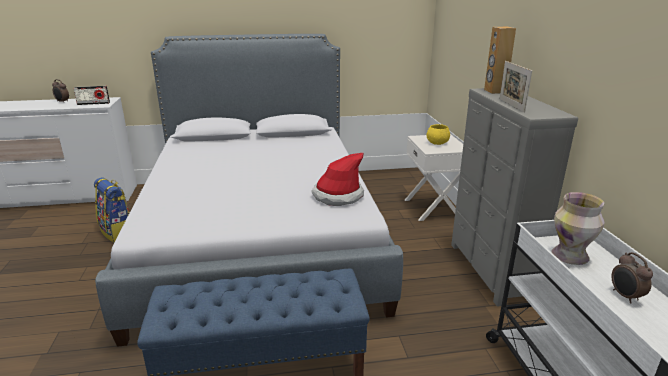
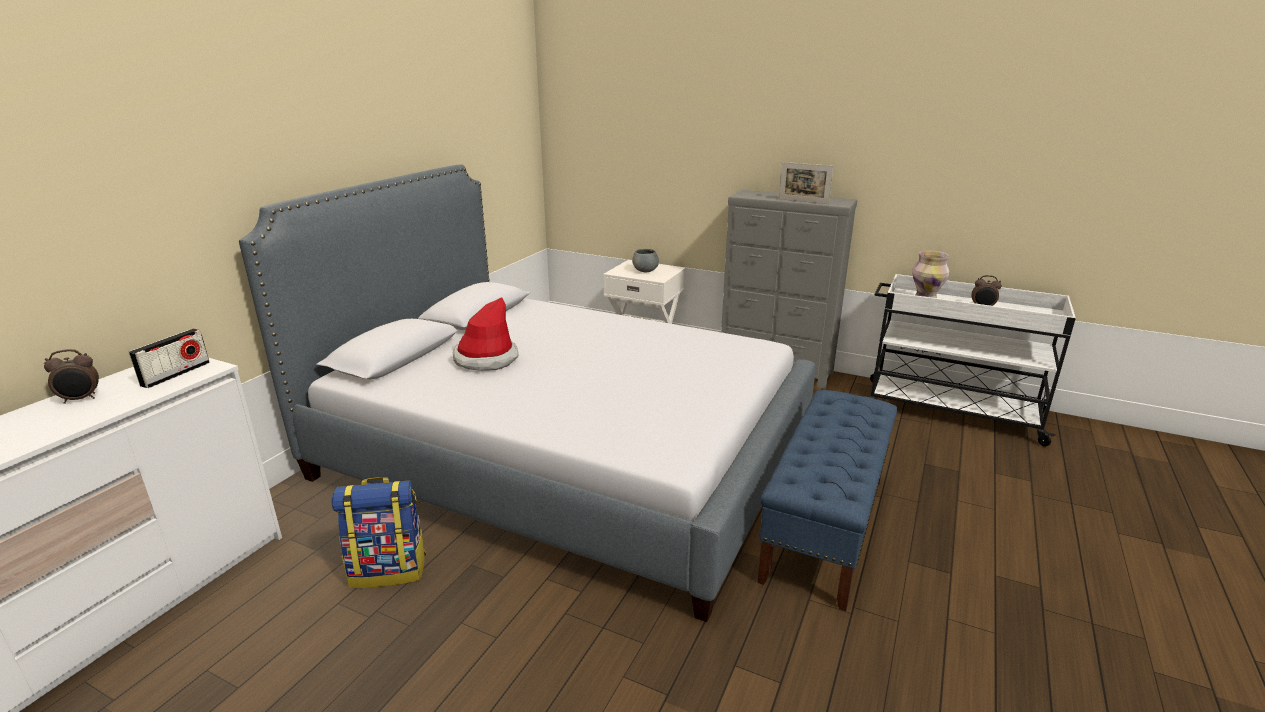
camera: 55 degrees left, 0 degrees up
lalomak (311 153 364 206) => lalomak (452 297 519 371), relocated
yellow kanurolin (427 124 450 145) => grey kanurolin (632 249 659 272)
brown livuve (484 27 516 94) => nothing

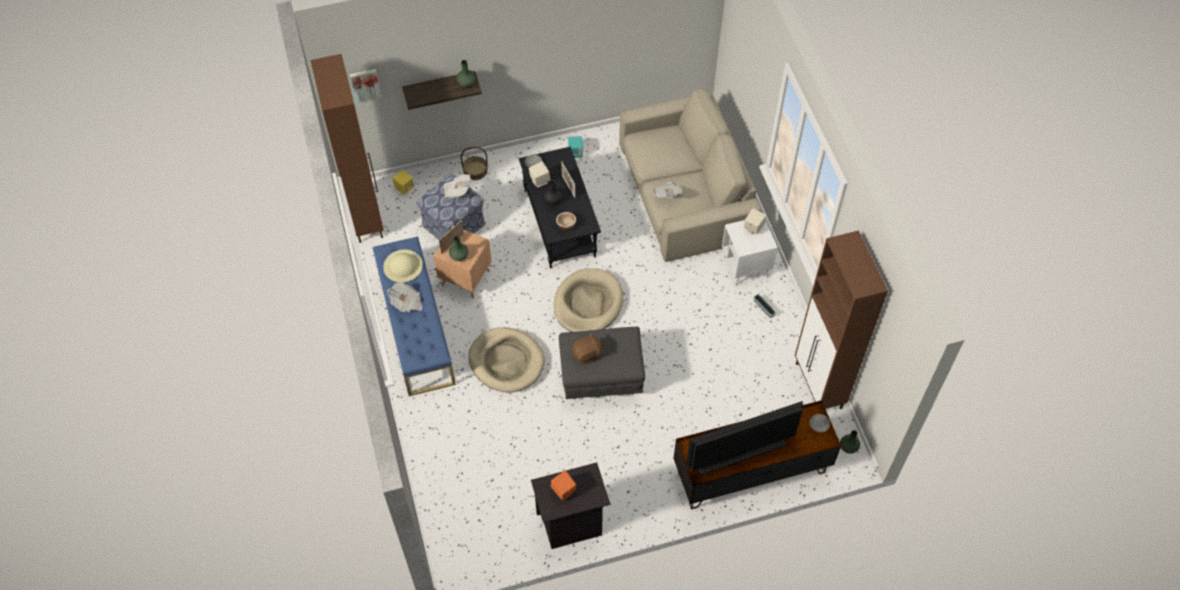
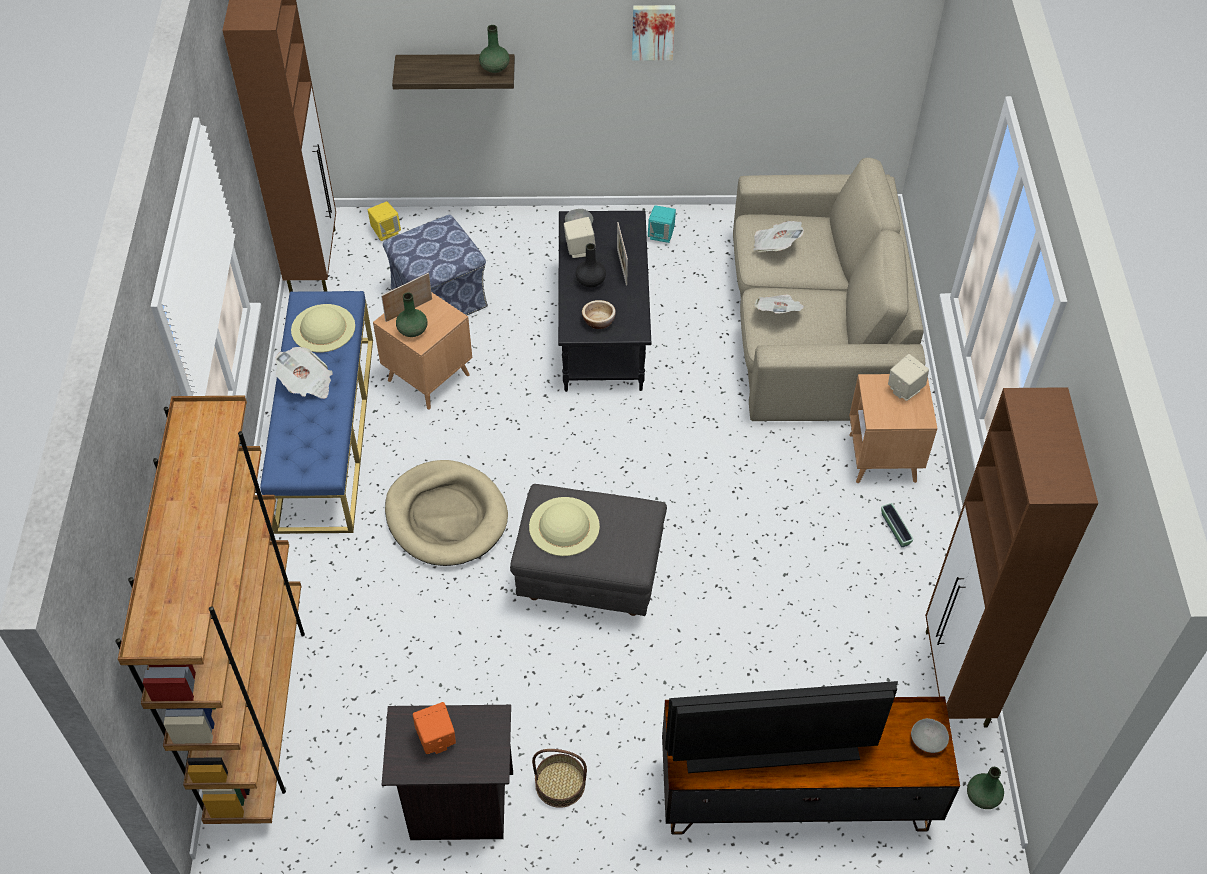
camera: 15 degrees right, 5 degrees down
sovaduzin (350 69 382 103) => sovaduzin (632 5 675 61), relocated
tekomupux (443 174 472 198) => tekomupux (753 221 804 251), relocated
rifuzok (461 147 488 180) => rifuzok (532 749 587 808), relocated
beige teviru (554 268 624 332) => nothing
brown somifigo (572 334 603 364) => beige lalomak (529 497 600 556)
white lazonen (722 220 778 286) => brown lazonen (849 374 938 483)
nothing => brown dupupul (115 396 305 824)

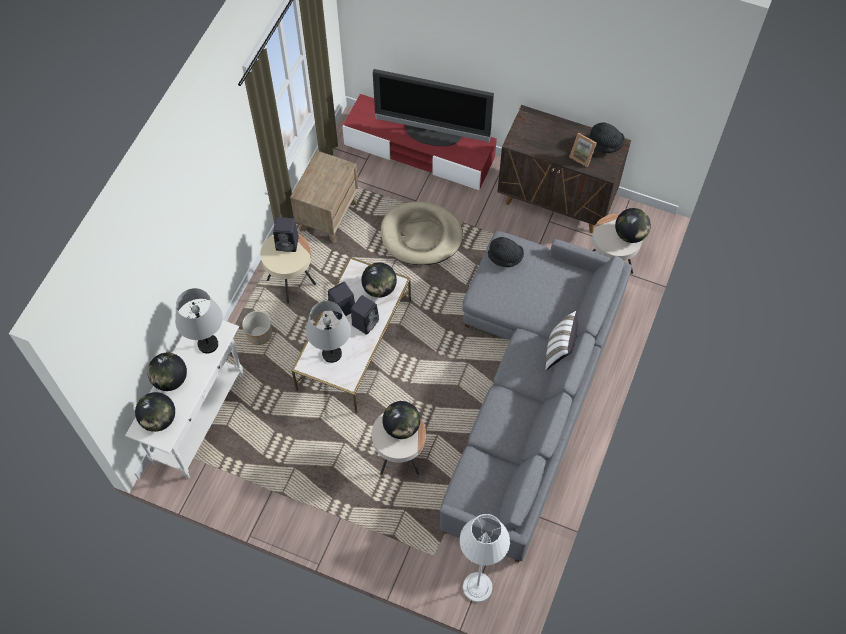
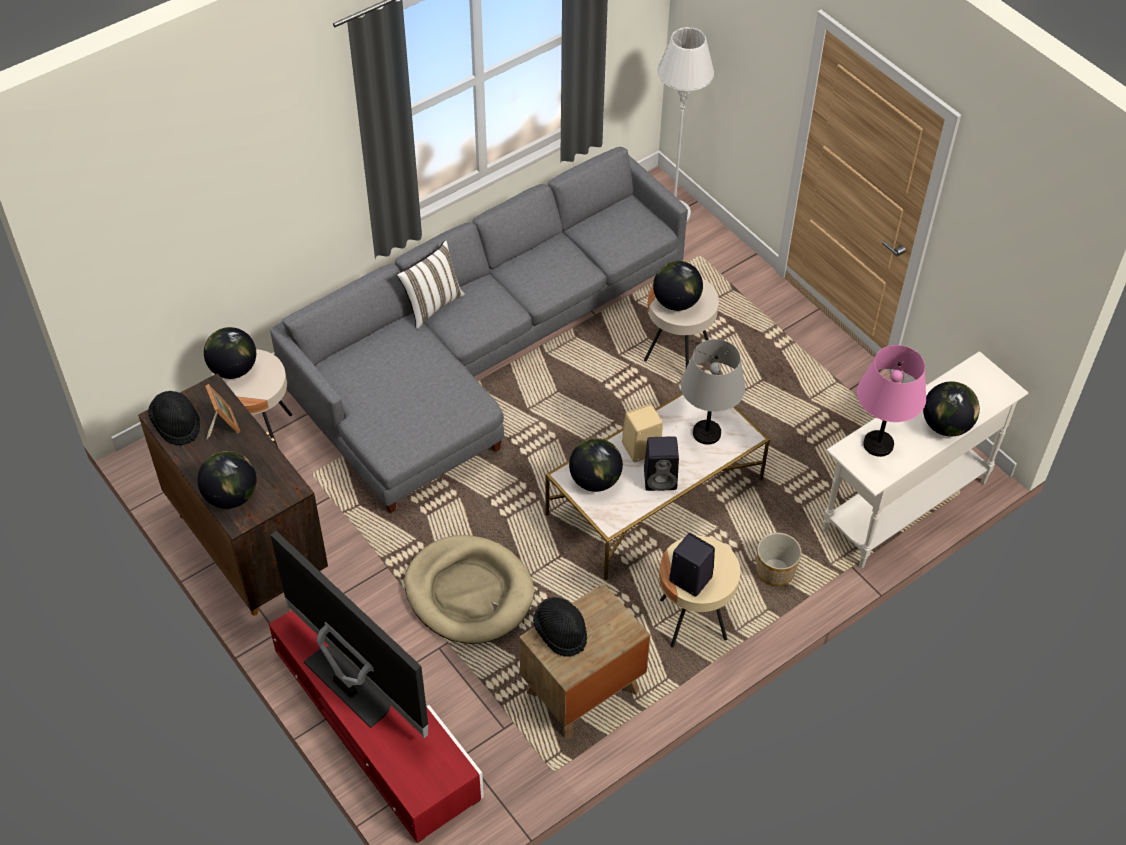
camera: 150 degrees left, 10 degrees down
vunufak (135 392 175 432) => vunufak (197 451 257 509), relocated
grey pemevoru (175 288 223 354) => pink pemevoru (857 345 926 457)
black livuve (351 295 379 335) => beige livuve (622 404 663 462)
black lalomak (488 237 524 267) => black lalomak (533 597 587 657), relocated

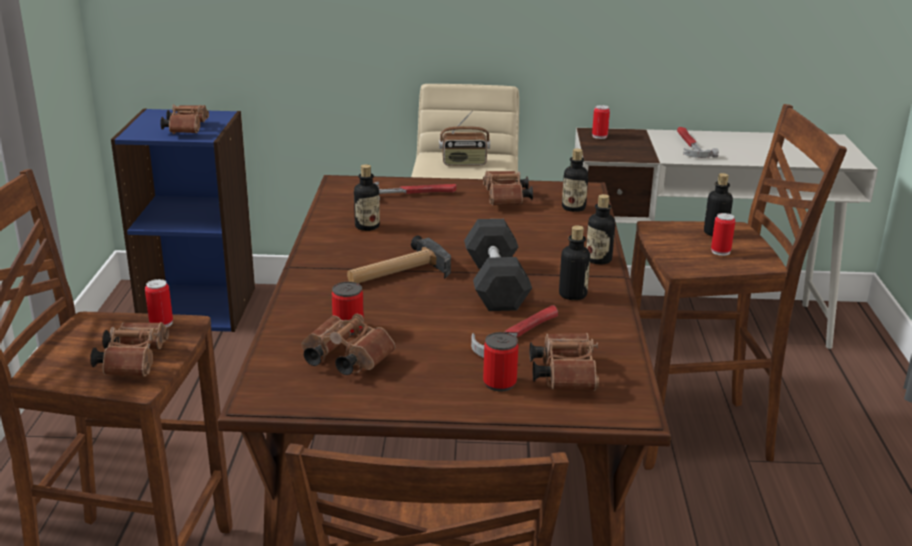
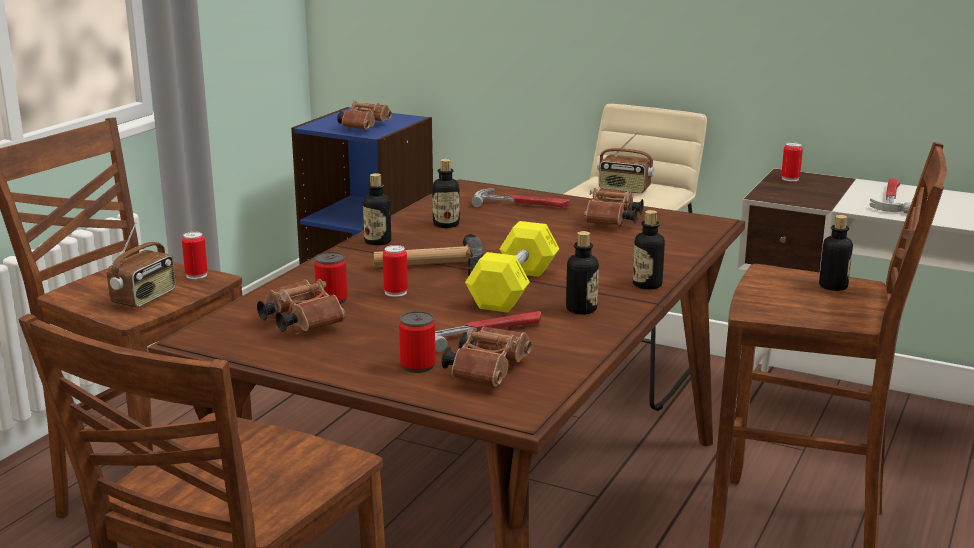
camera: 25 degrees right, 5 degrees down
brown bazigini (90 322 169 377) => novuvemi (107 222 176 308)
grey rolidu (464 219 532 311) => yellow rolidu (465 221 559 313)
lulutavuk (562 149 588 212) => lulutavuk (363 173 391 246), relocated
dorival (711 213 735 256) => dorival (383 245 408 297), relocated

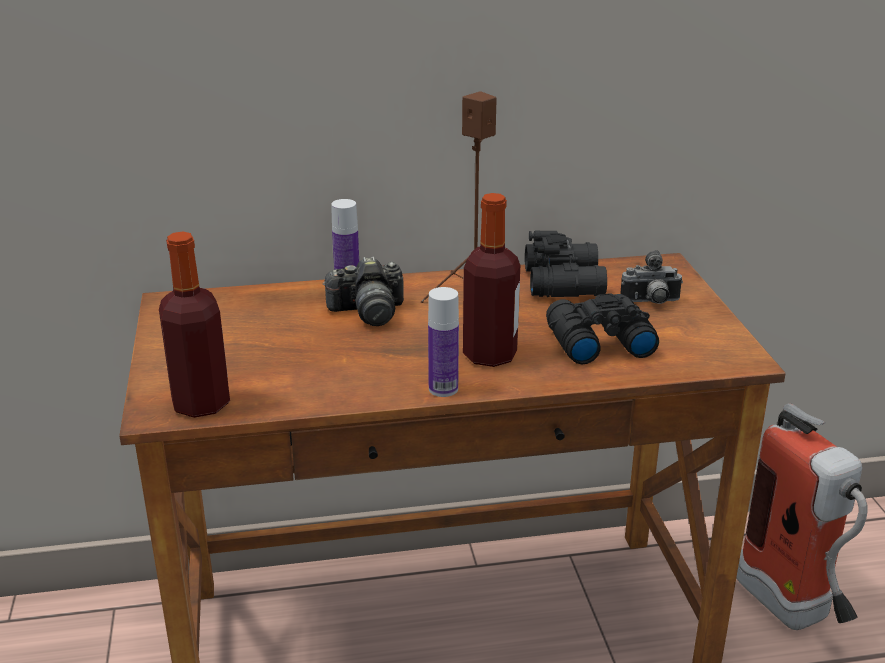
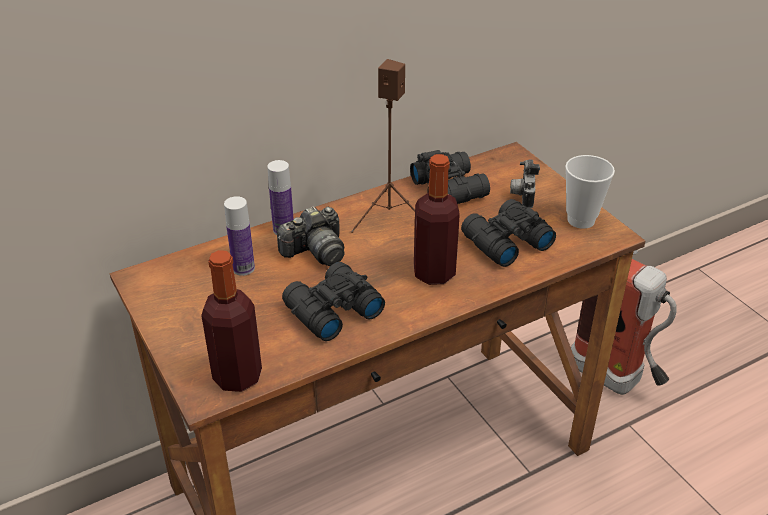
camera: 20 degrees left, 10 degrees up
lulutavuk (428 287 459 397) => lulutavuk (224 196 255 276), relocated
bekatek (620 250 683 304) => bekatek (510 160 540 208), 120 degrees clockwise
nothing => black bazigini (282 262 385 341)
nothing => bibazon (565 155 615 229)

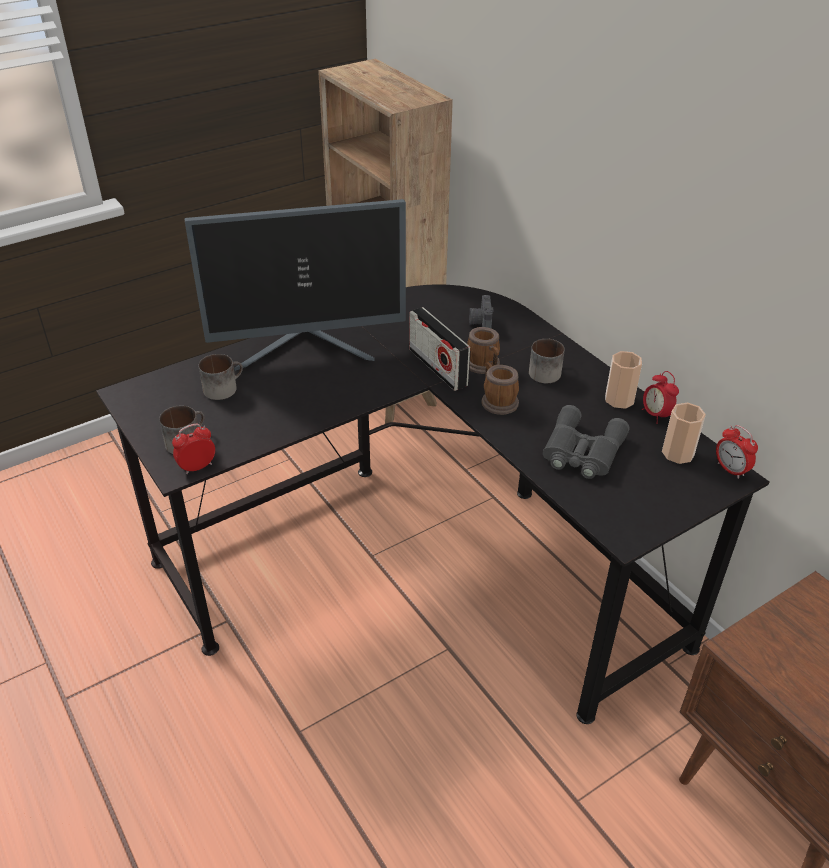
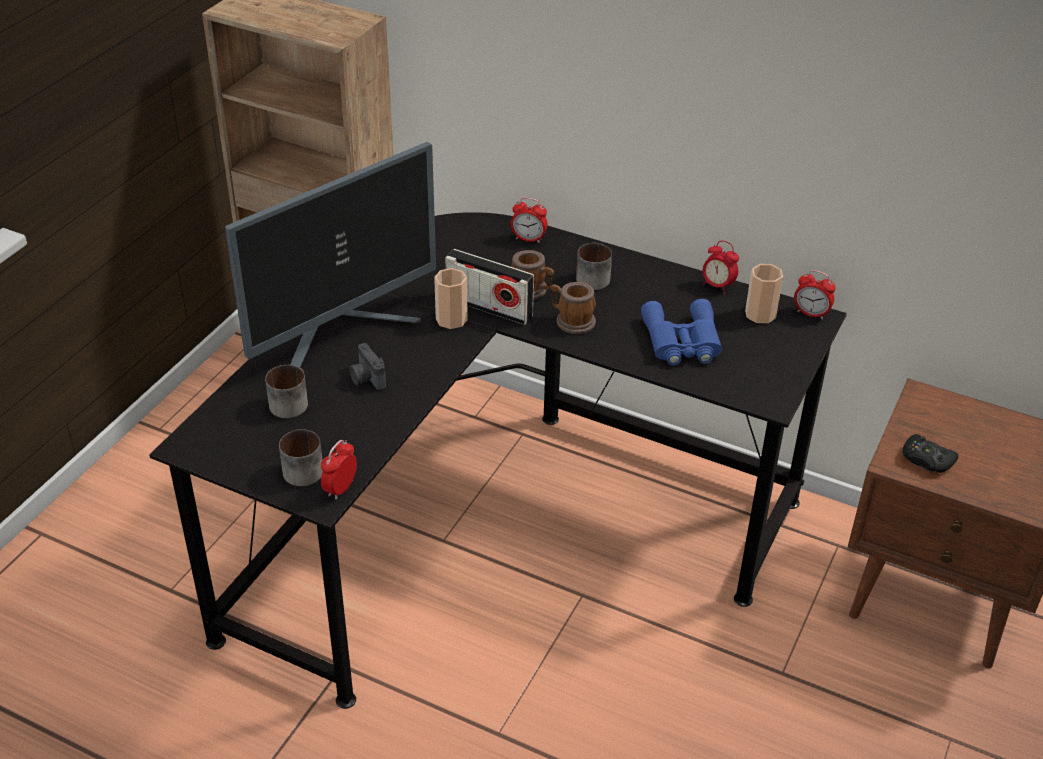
camera: 30 degrees left, 0 degrees up
bekatek (469 295 494 328) => bekatek (349 343 386 390), relocated
grey bazigini (543 405 629 479) => blue bazigini (641 299 722 365)
bibazon (605 351 642 409) => bibazon (434 268 468 329), relocated
nothing => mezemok (511 197 548 243)
nothing => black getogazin (902 434 958 473)

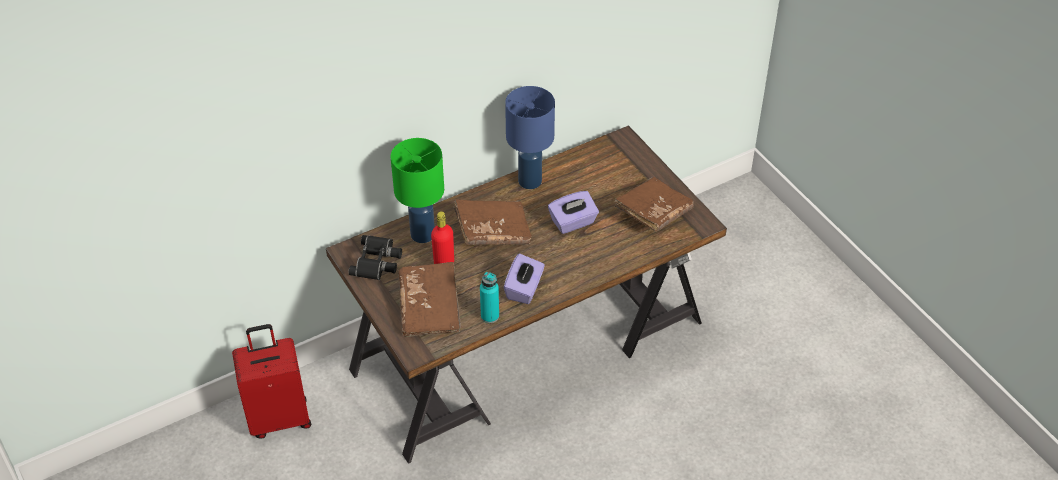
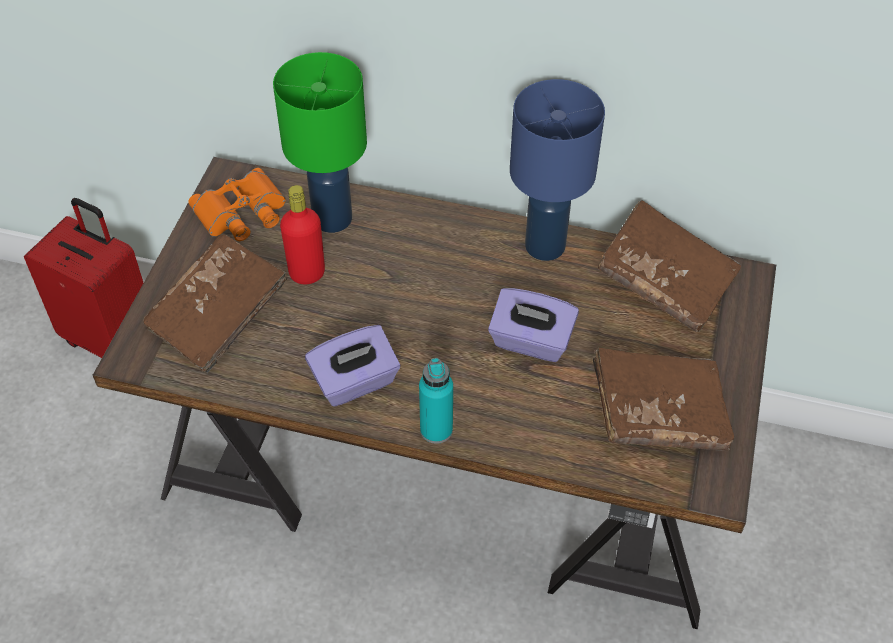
camera: 45 degrees right, 5 degrees up
black bazigini (349 235 402 280) => orange bazigini (188 168 285 241)
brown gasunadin (454 199 532 245) => brown gasunadin (598 200 741 332), relocated
turquoise lulutavuk (480 272 499 323) => turquoise lulutavuk (419 358 453 444), relocated

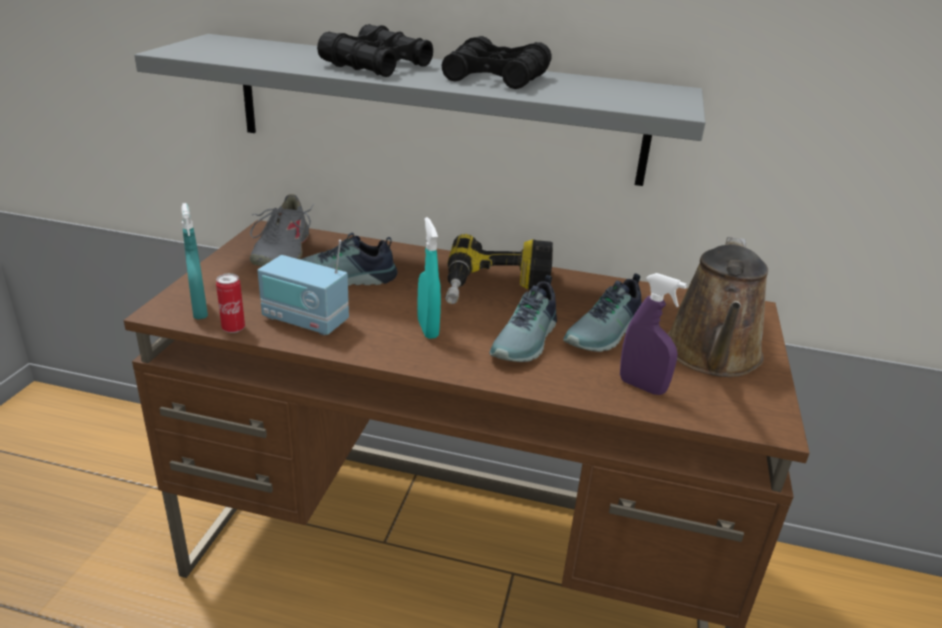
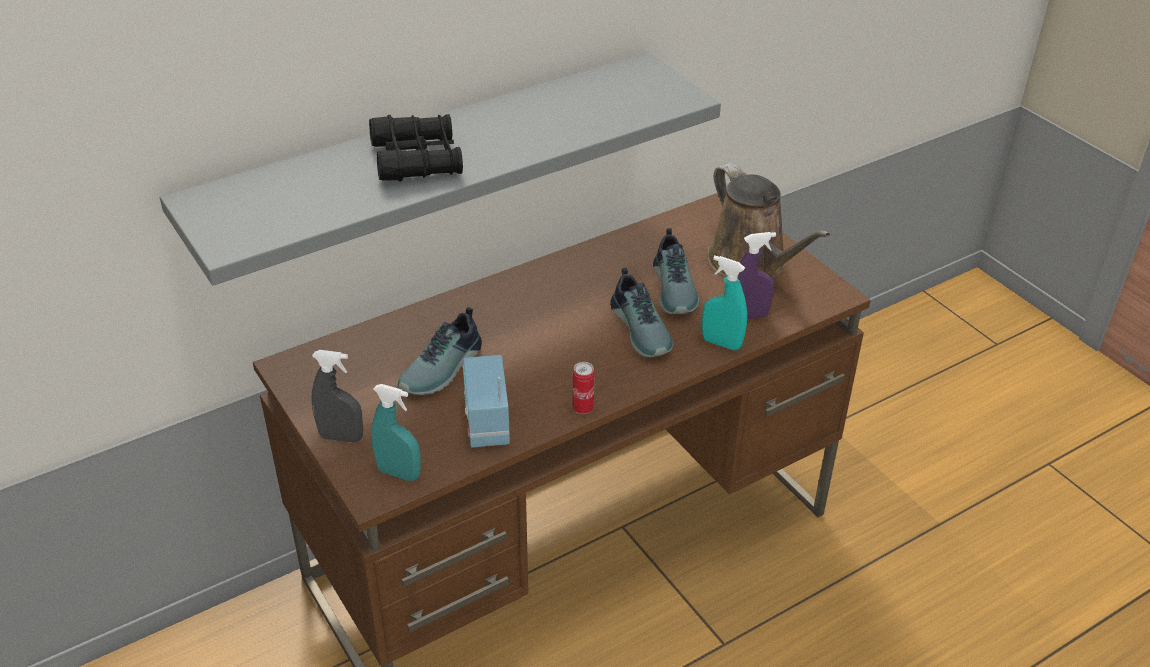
camera: 45 degrees left, 10 degrees up
dorival (216 273 245 333) => dorival (573 362 595 414), relocated
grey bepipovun (250 194 314 266) => nothing
novuvemi (257 240 349 336) => novuvemi (463 355 510 447), 105 degrees clockwise
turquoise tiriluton (417 217 441 339) => turquoise tiriluton (702 256 747 350), relocated
black bazigini (441 36 551 89) => nothing
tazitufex (445 234 553 304) => nothing
nothing => grey tiriluton (312 350 363 443)

